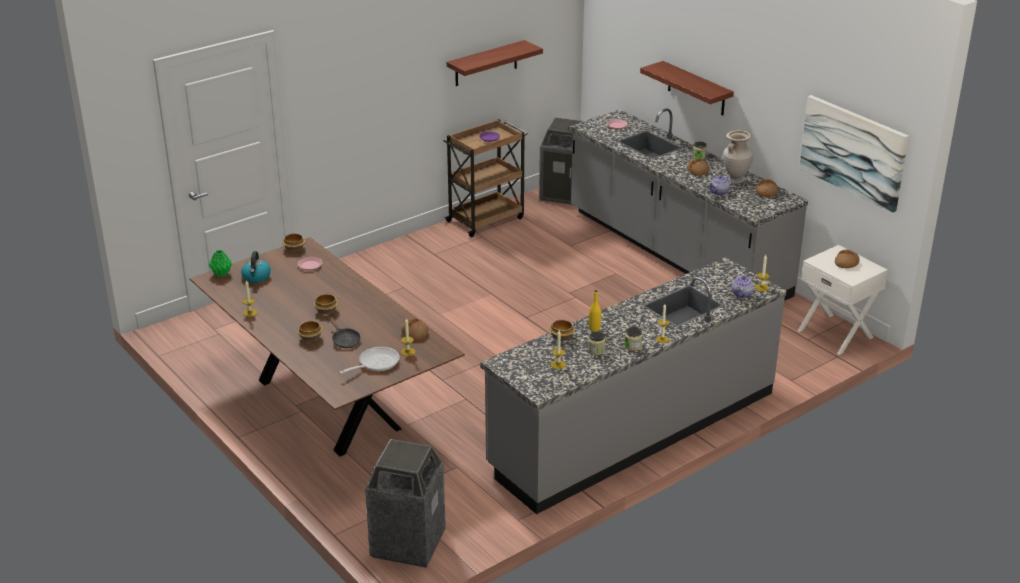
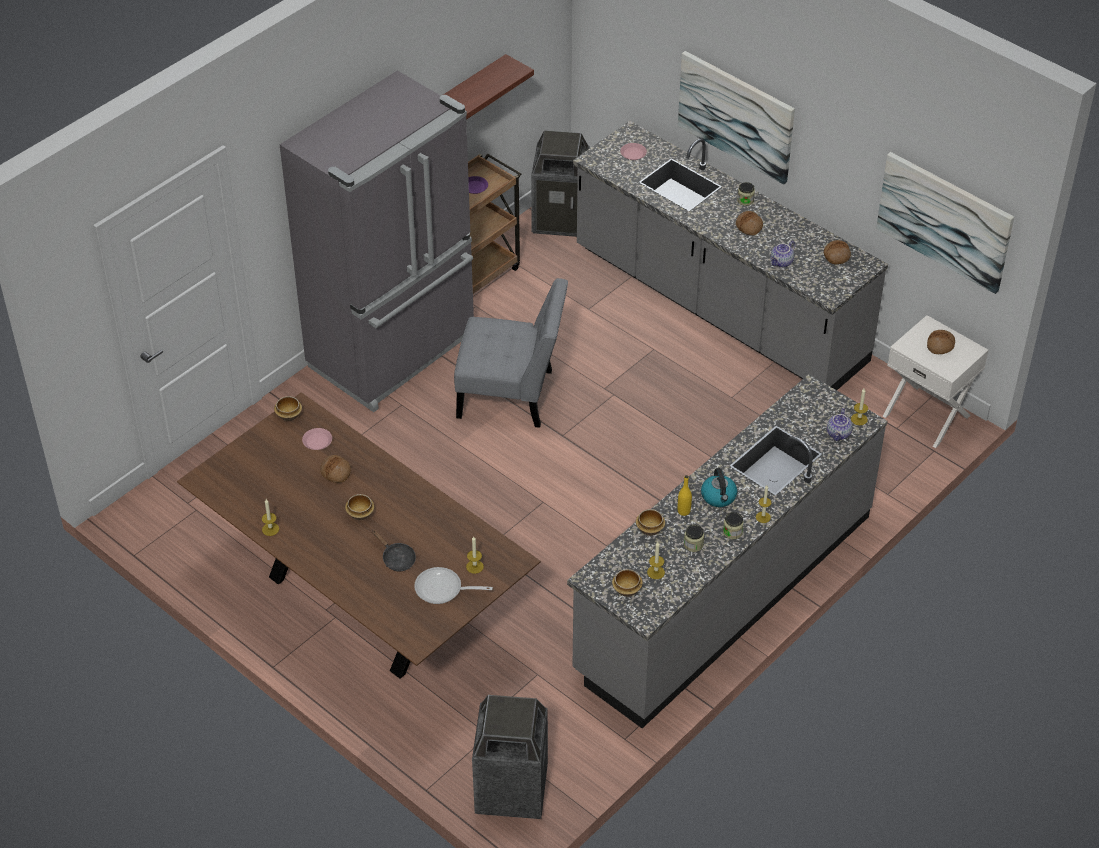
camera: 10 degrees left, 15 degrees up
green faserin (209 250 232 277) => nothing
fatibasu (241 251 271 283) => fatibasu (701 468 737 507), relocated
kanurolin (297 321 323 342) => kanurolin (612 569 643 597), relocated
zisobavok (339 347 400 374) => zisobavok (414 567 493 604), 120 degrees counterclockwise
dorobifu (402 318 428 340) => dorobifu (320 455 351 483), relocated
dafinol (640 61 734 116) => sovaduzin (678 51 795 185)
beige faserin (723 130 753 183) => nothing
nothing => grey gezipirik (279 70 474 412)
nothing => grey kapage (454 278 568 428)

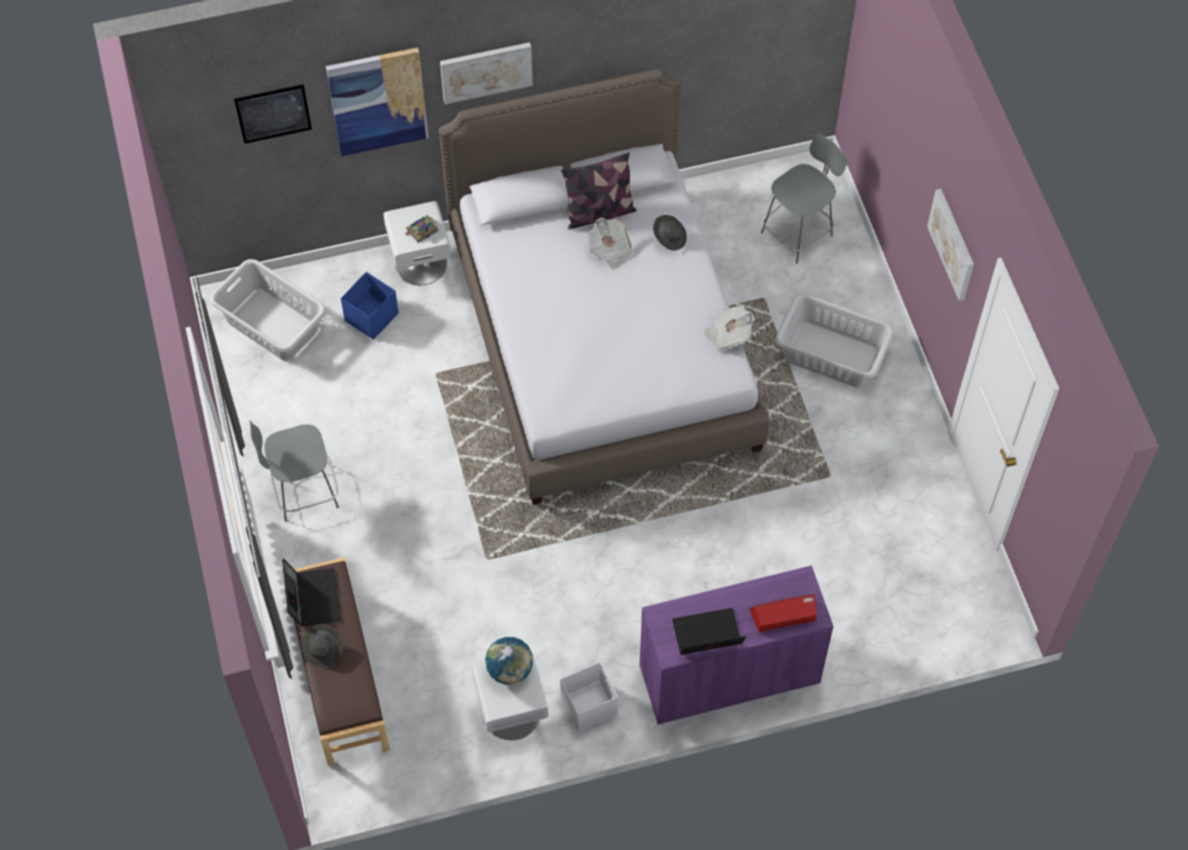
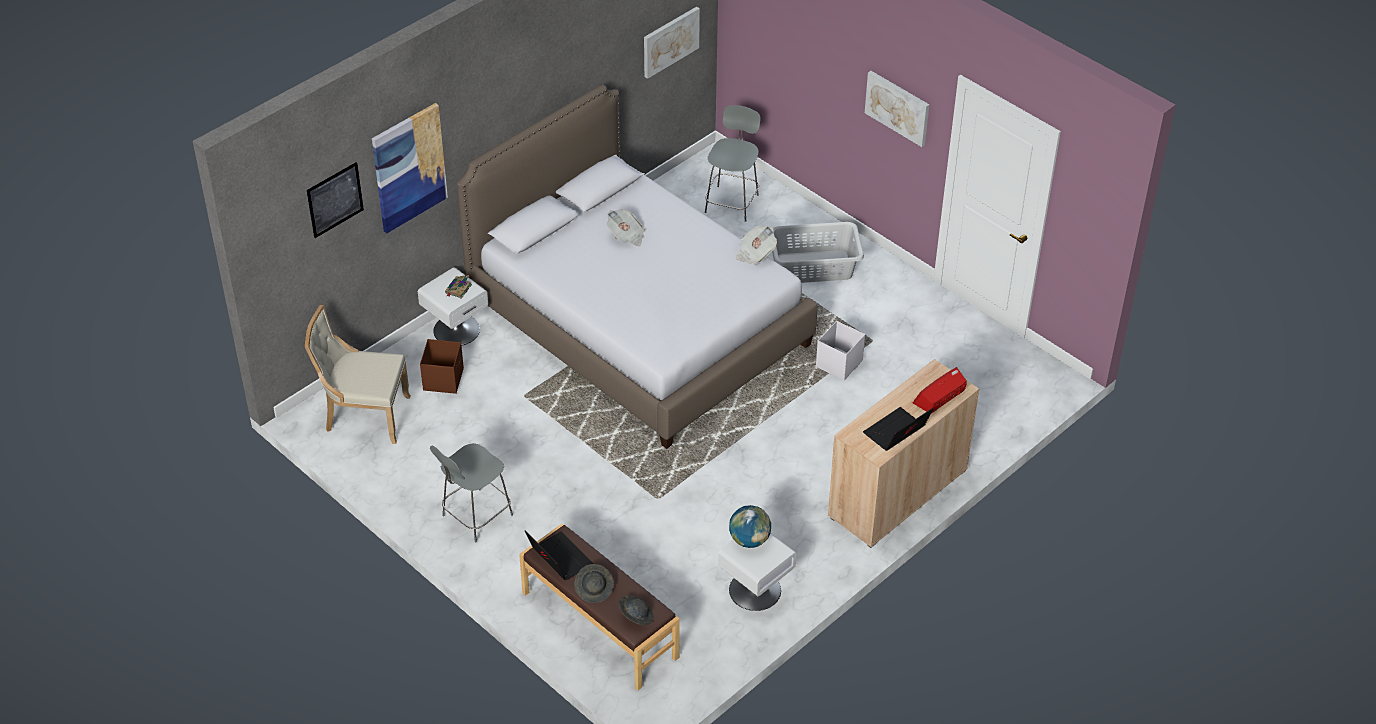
camera: 30 degrees left, 15 degrees down
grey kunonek (210 259 327 361) => beige kapage (305 305 411 444)
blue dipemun (341 272 399 340) => brown dipemun (420 339 464 394)
sovaduzin (440 42 533 104) => sovaduzin (644 7 700 79), relocated
white dipemun (560 662 618 732) => white dipemun (816 321 865 381), relocated
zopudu (561 152 636 229) => nothing
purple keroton (640 565 834 725) => beige keroton (828 359 979 548)
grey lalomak (653 215 687 251) => grey lalomak (619 595 654 626), relocated

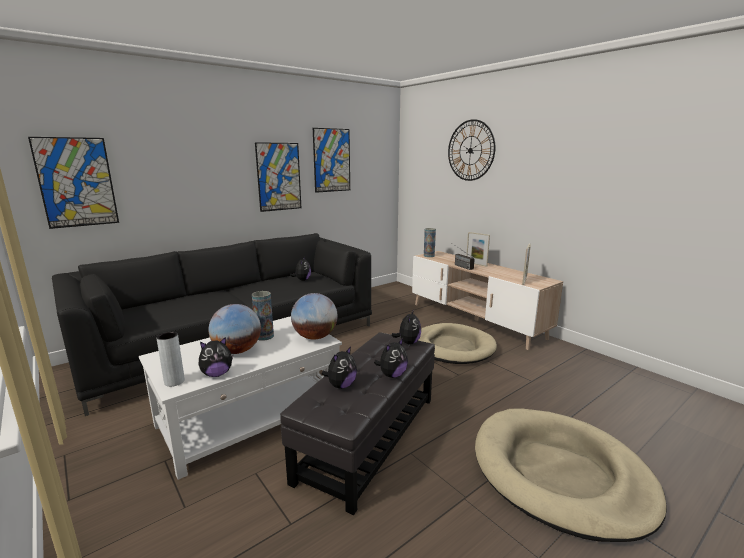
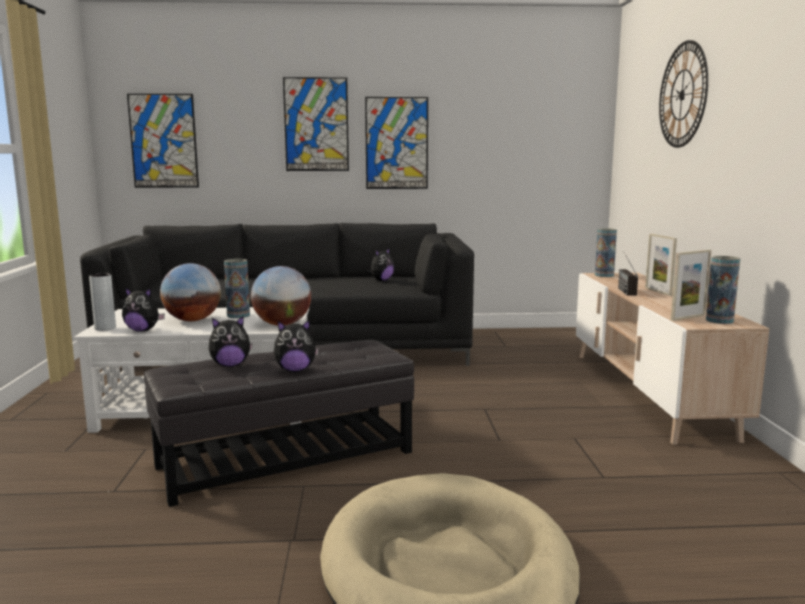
camera: 35 degrees right, 5 degrees down
sovaduzin (313 128 350 193) => sovaduzin (283 77 349 171), relocated
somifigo (391 309 421 345) => nothing
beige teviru (418 323 497 364) => nothing
nothing => faserin (706 256 740 324)

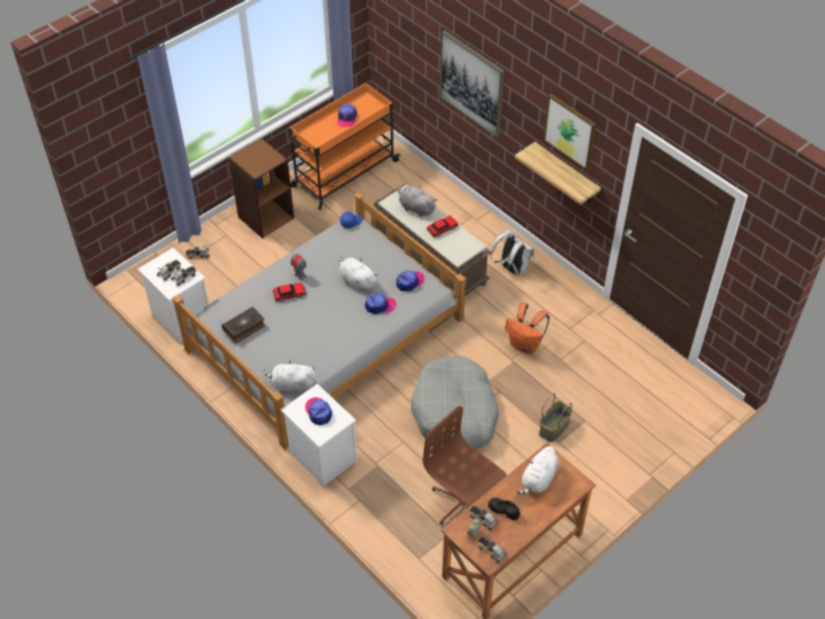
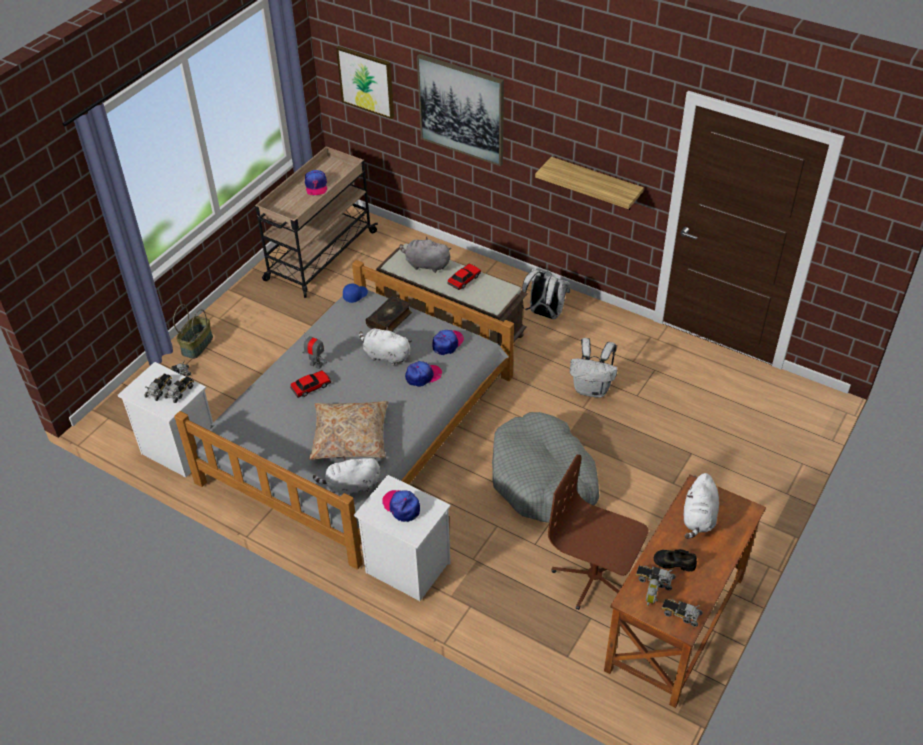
camera: 15 degrees left, 5 degrees down
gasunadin (222 307 265 343) => gasunadin (365 296 412 331), relocated
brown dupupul (228 138 294 238) => nothing
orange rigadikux (289 83 400 210) => beige rigadikux (255 146 378 298)
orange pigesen (505 303 550 355) => white pigesen (570 338 617 398)
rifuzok (539 393 572 442) => rifuzok (173 304 213 359), relocated
sovaduzin (544 94 596 170) => sovaduzin (336 46 394 119), relocated
nothing => beige zopudu (309 401 388 460)

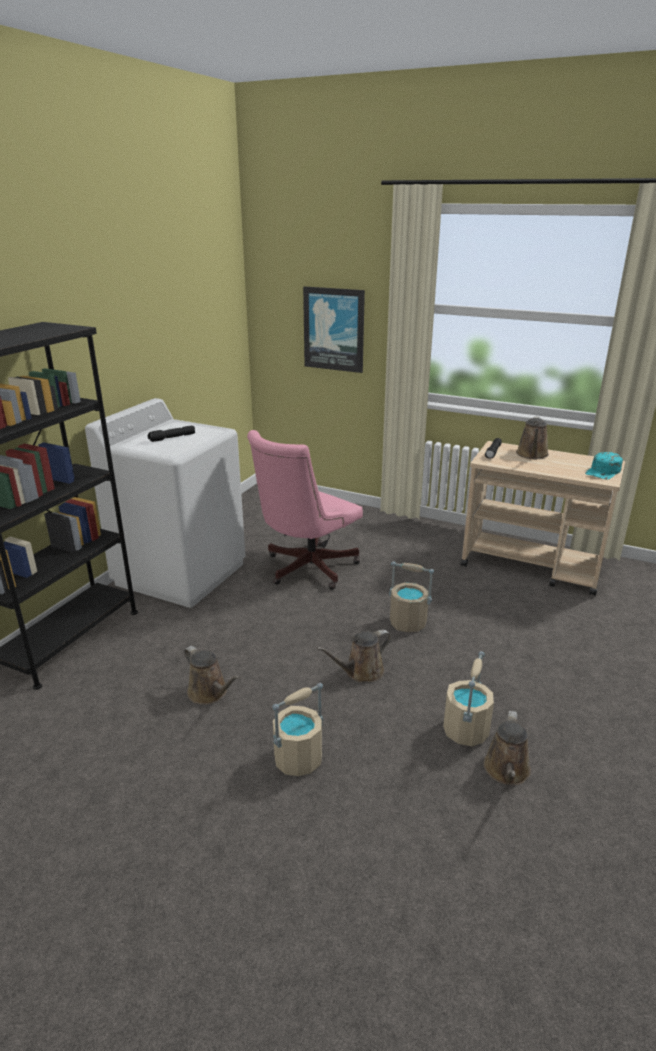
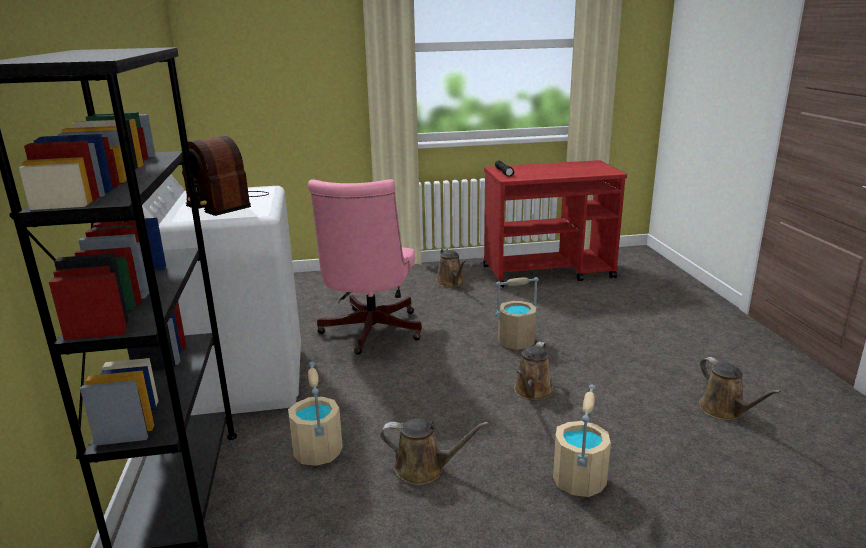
camera: 35 degrees left, 5 degrees down
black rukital (148 426 195 442) => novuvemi (182 136 269 216)
sovaduzin (303 286 365 373) => nothing
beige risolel (443 651 494 747) => beige risolel (288 361 343 466), relocated
beige rigadikux (460 441 625 596) => red rigadikux (483 160 627 288)
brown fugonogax (516 417 549 459) => brown fugonogax (436 248 466 287), relocated
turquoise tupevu (585 452 623 480) => nothing

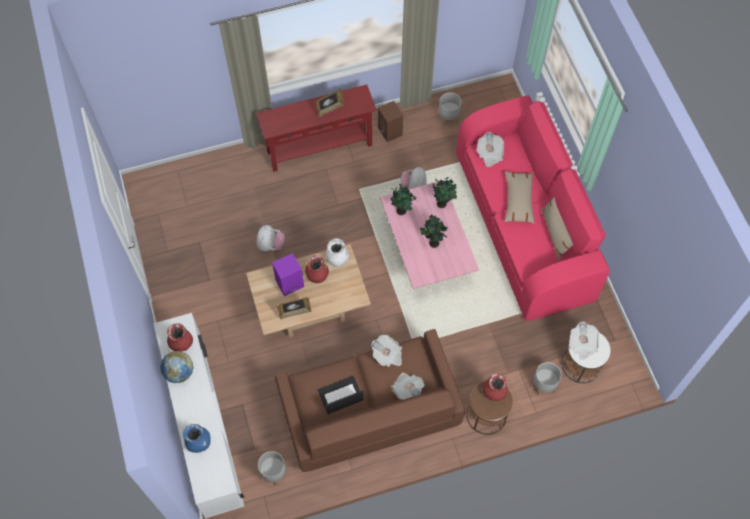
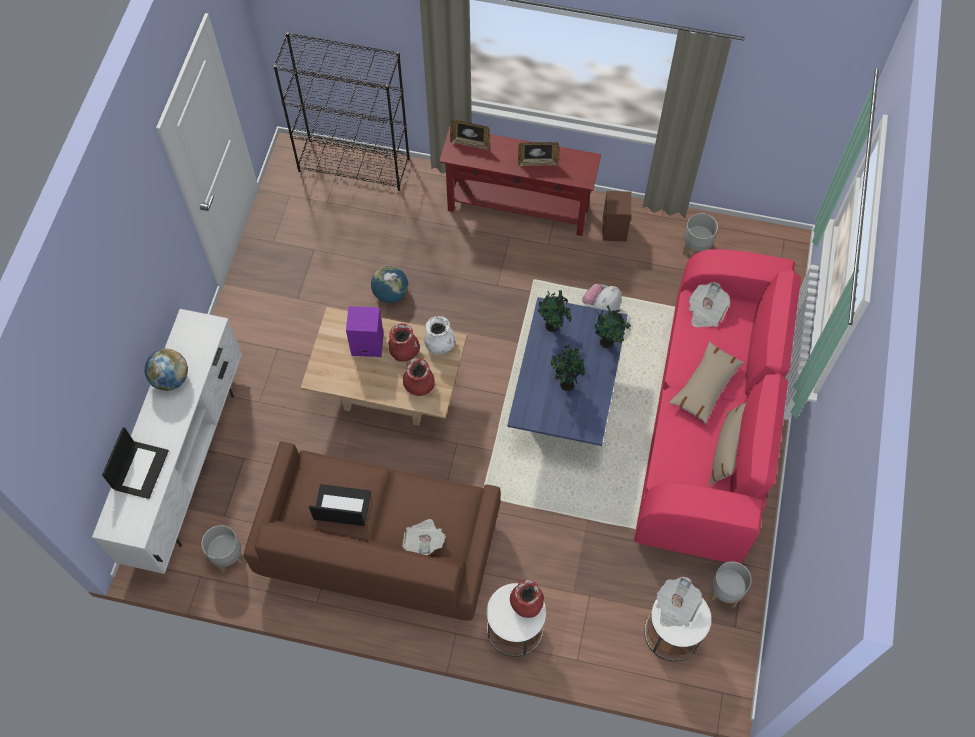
camera: 30 degrees right, 0 degrees up
red faserin (167 323 193 352) => red faserin (403 358 435 396), relocated
blue faserin (183 424 211 453) => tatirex (102 427 169 499)
somifigo (257 225 285 251) => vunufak (371 266 408 303)
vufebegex (277 297 311 319) => vufebegex (450 120 490 151), relocated
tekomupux (372 335 402 367) => nothing
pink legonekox (380 180 479 289) => blue legonekox (507 297 628 446)
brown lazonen (466 381 513 435) => white lazonen (487 583 546 657)
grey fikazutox (533 362 562 396) => grey fikazutox (710 561 752 608), relocated
nothing => black dupupul (273 32 409 191)

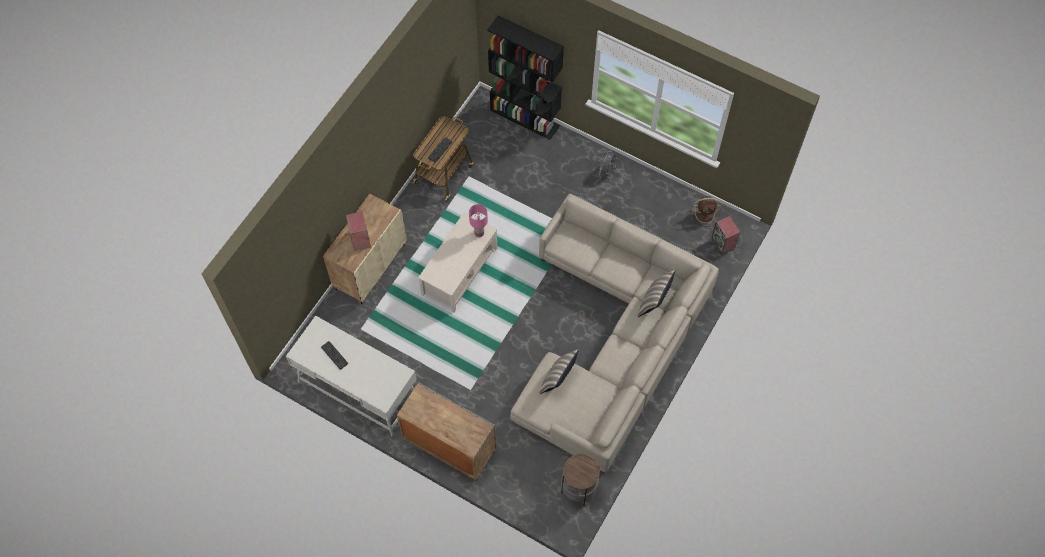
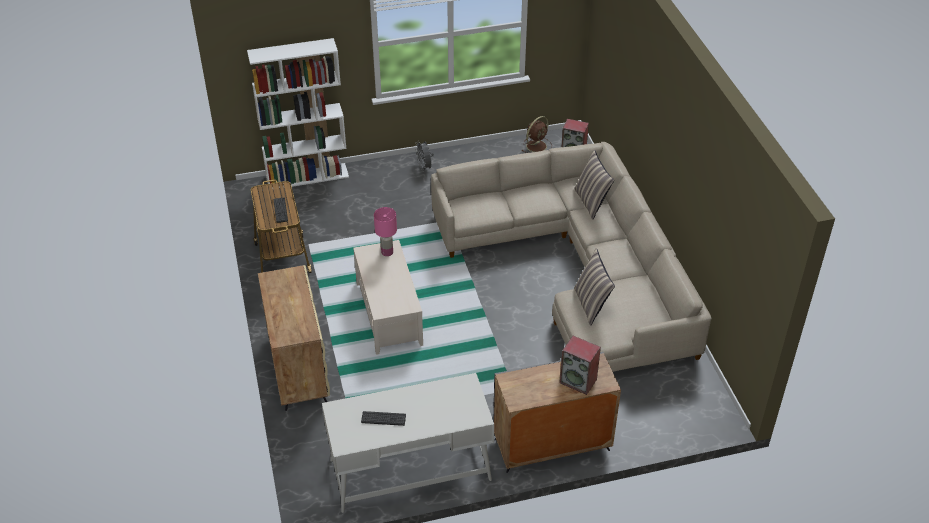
camera: 45 degrees left, 20 degrees down
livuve (346 211 371 251) => livuve (559 336 601 395), relocated
black dupupul (487 15 564 140) => white dupupul (247 38 349 188)
lazonen (561 454 600 506) => nothing

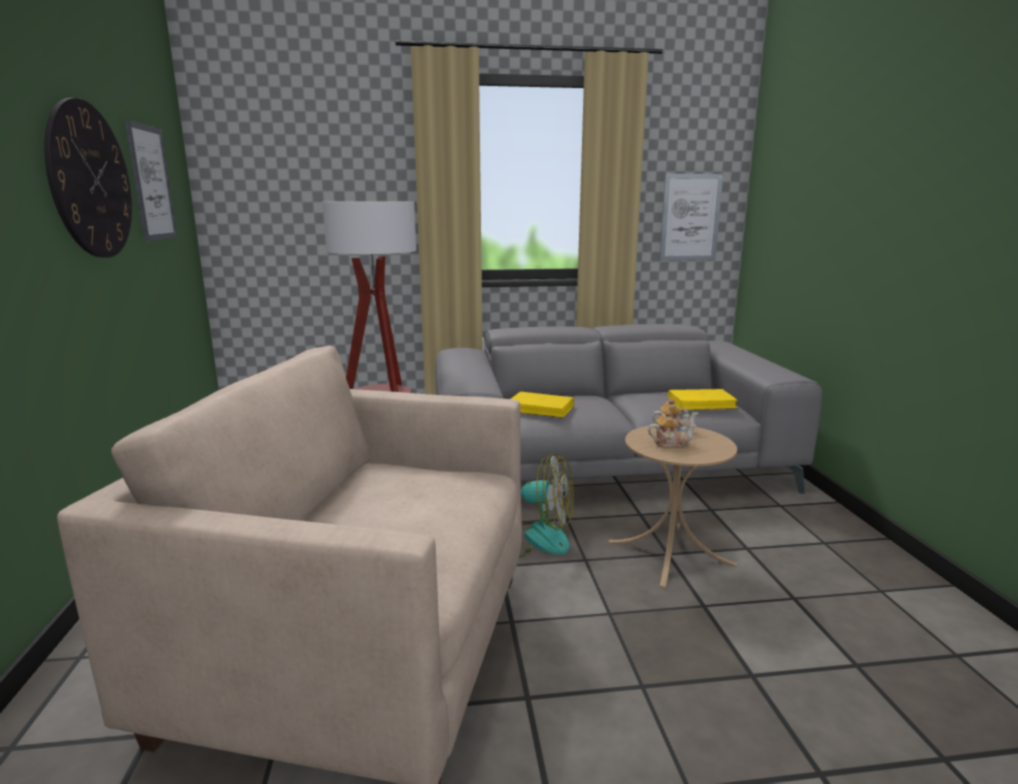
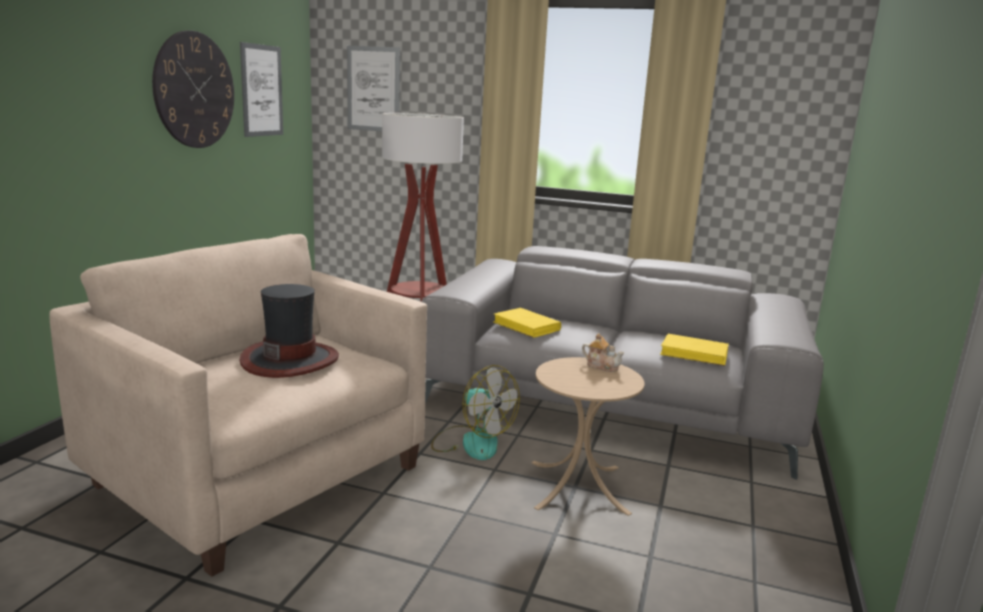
camera: 25 degrees right, 0 degrees up
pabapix (648 410 697 448) => nothing
sovaduzin (659 174 724 261) => sovaduzin (347 46 400 131), relocated
nothing => lalomak (240 284 339 378)

